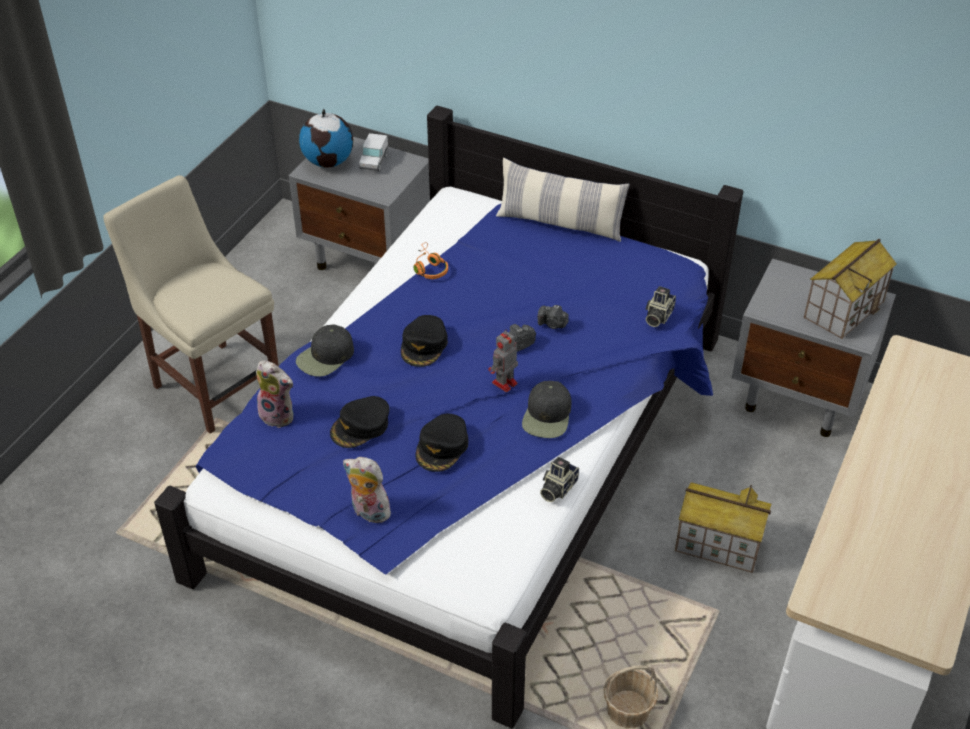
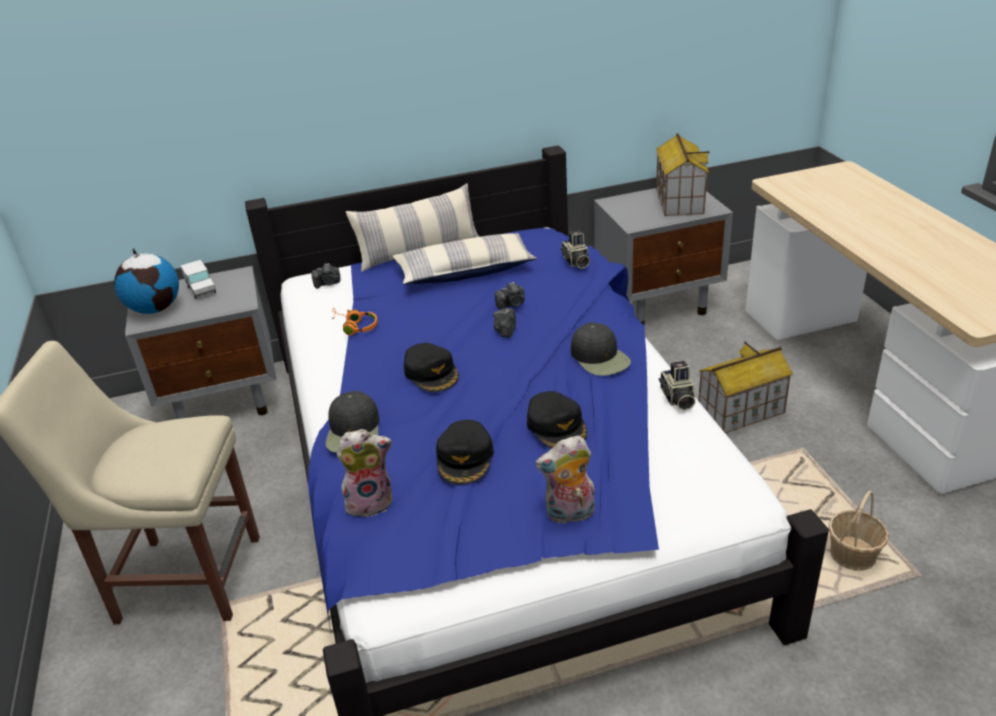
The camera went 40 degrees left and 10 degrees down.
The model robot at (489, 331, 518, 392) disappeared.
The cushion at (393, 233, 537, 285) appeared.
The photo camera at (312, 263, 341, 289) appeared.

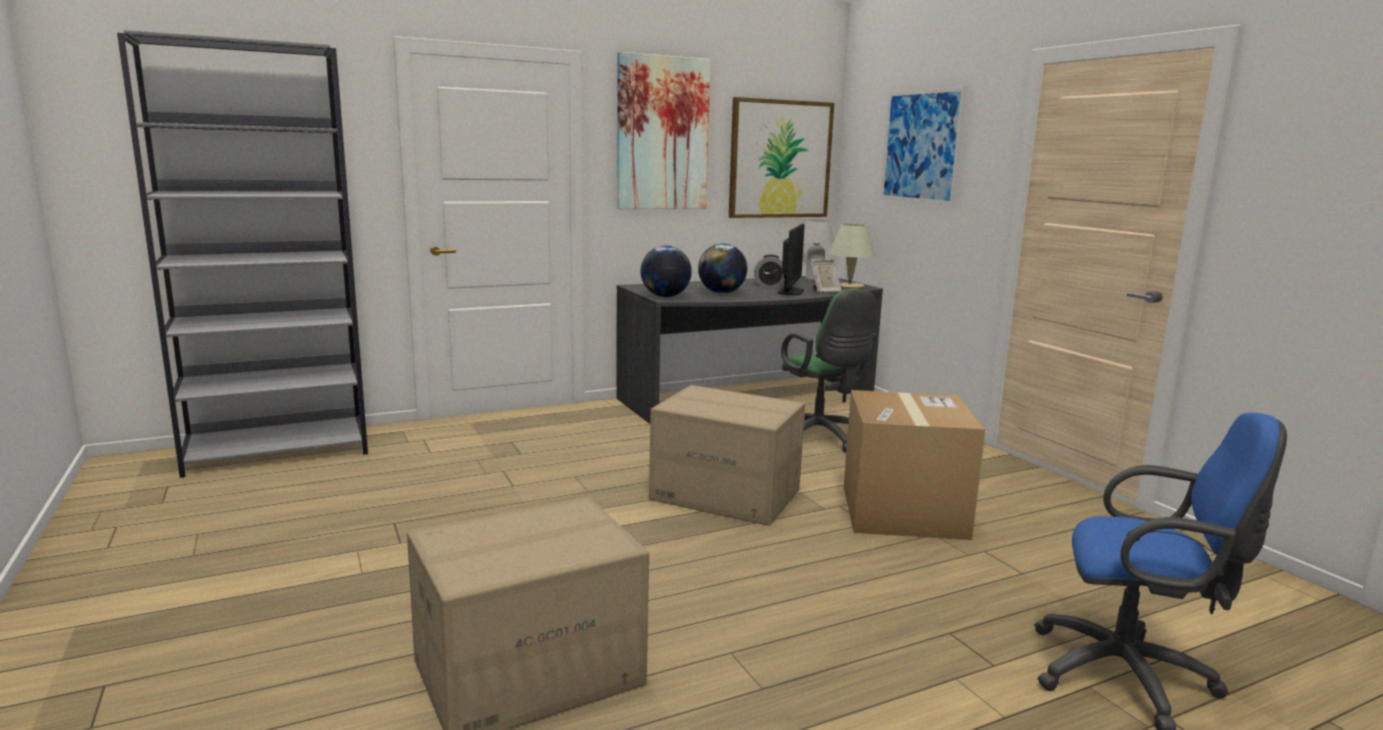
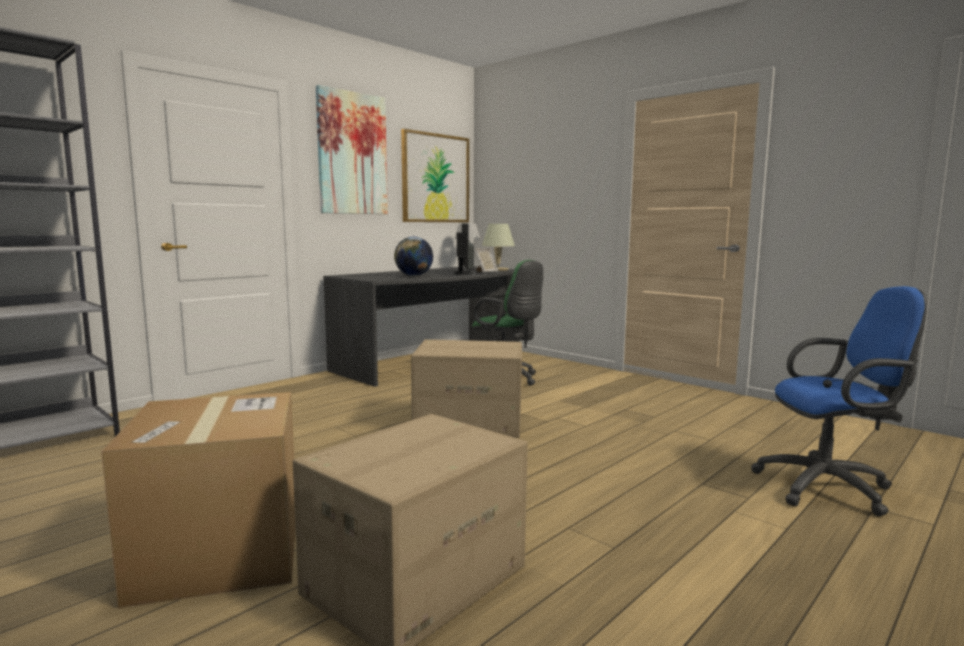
The camera went 20 degrees left and 5 degrees down.
The wall art at (880, 86, 967, 206) disappeared.
The globe at (641, 245, 692, 297) disappeared.
The bedside clock at (754, 255, 785, 287) disappeared.
The packing box moved from (844, 390, 986, 540) to (101, 392, 296, 608).

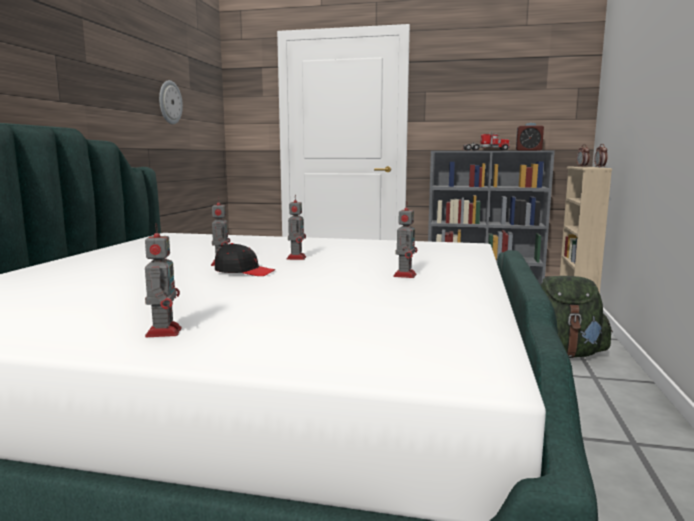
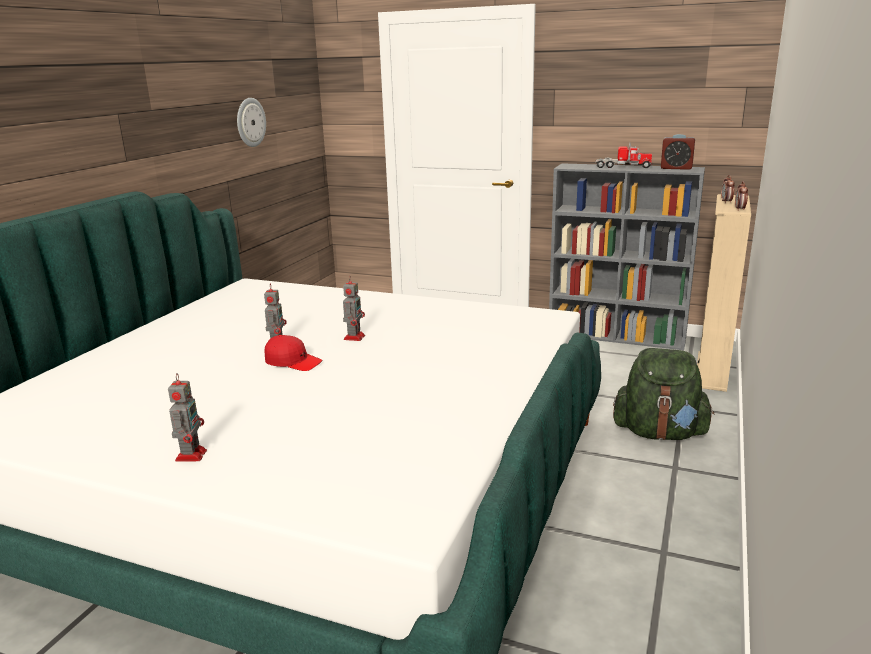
The camera went 10 degrees right and 10 degrees up.
The model robot at (393, 201, 417, 278) disappeared.
The black peaked cap at (215, 243, 275, 276) became the red-coloured peaked cap at (265, 335, 323, 371).

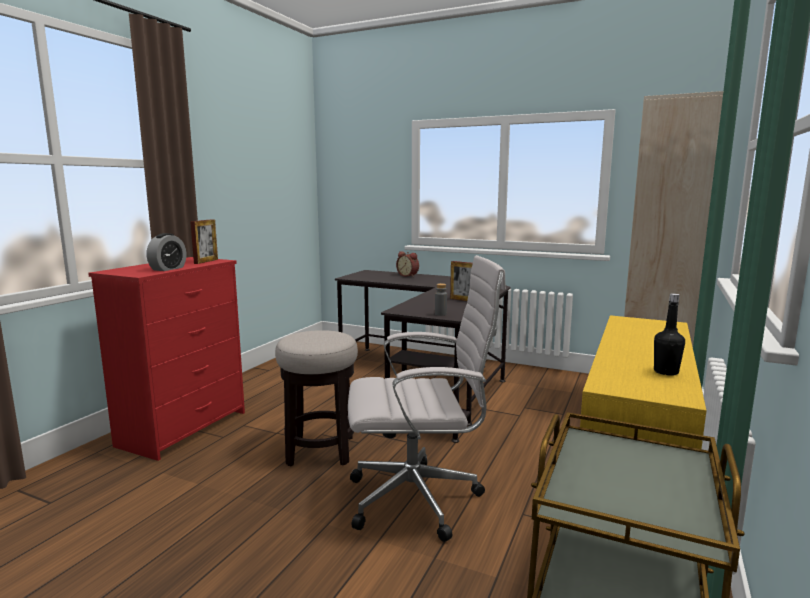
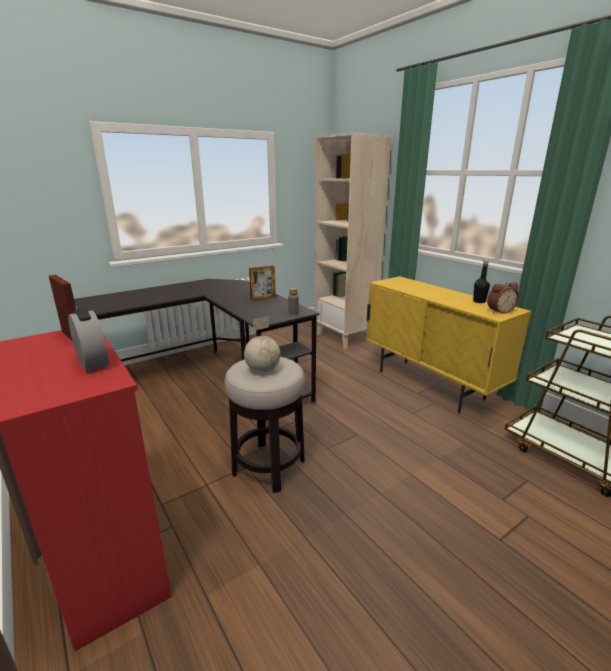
The camera went 60 degrees left and 10 degrees up.
The bedside clock moved from (396, 251, 419, 277) to (487, 282, 519, 314).
The whitish office chair at (348, 255, 506, 542) disappeared.
The globe at (244, 316, 280, 372) appeared.

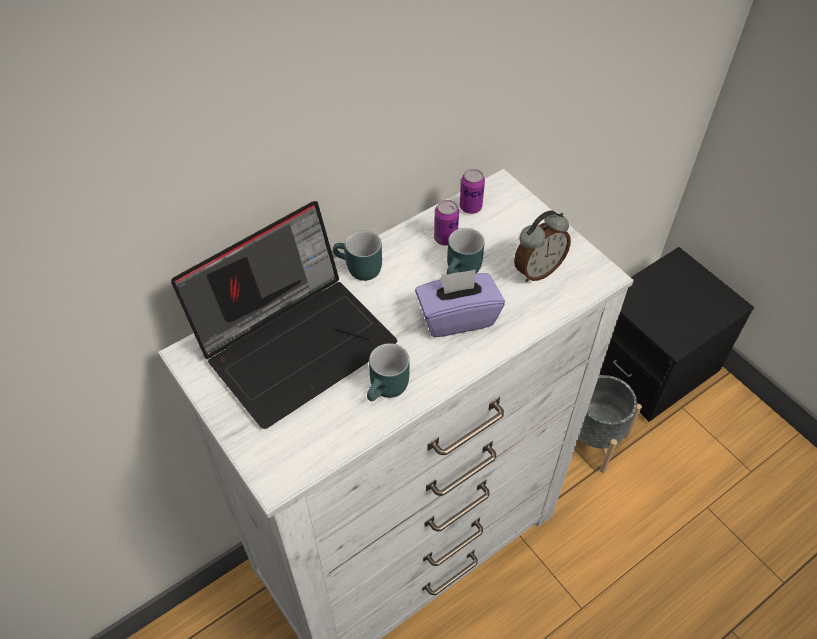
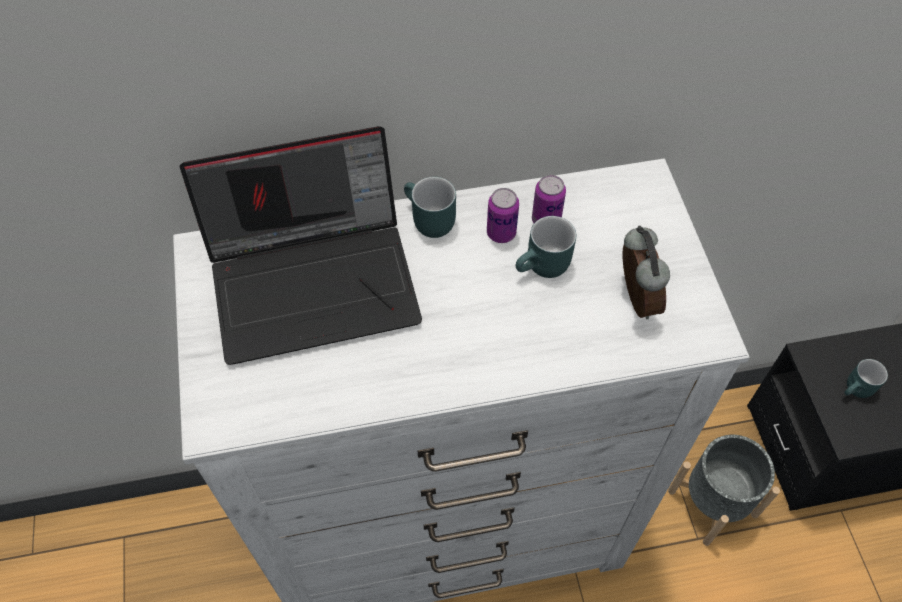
The camera went 25 degrees right and 5 degrees up.
The metal can moved from (460, 169, 485, 214) to (487, 188, 519, 243).
The bedside clock at (514, 210, 571, 282) turned 90 degrees counterclockwise.
The purple-coloured tissue holder at (415, 269, 505, 338) disappeared.
The turquoise tea mug moved from (367, 343, 410, 401) to (844, 359, 888, 398).

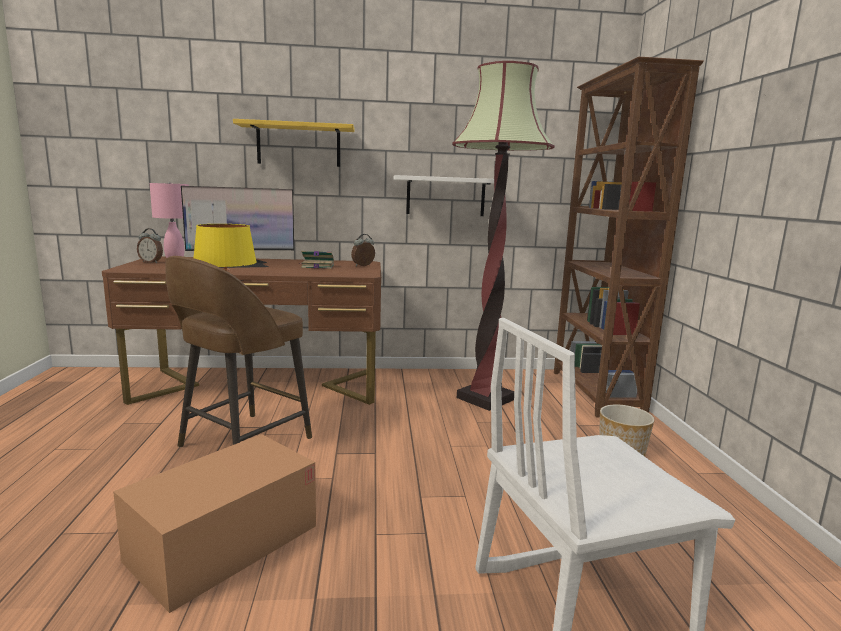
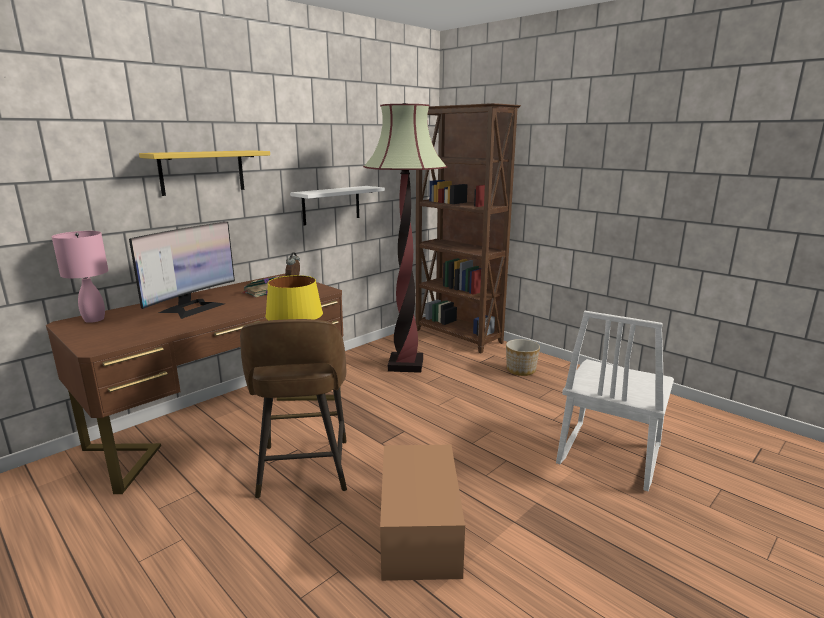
The camera went 40 degrees left and 5 degrees up.
The bedside clock at (137, 228, 163, 263) disappeared.

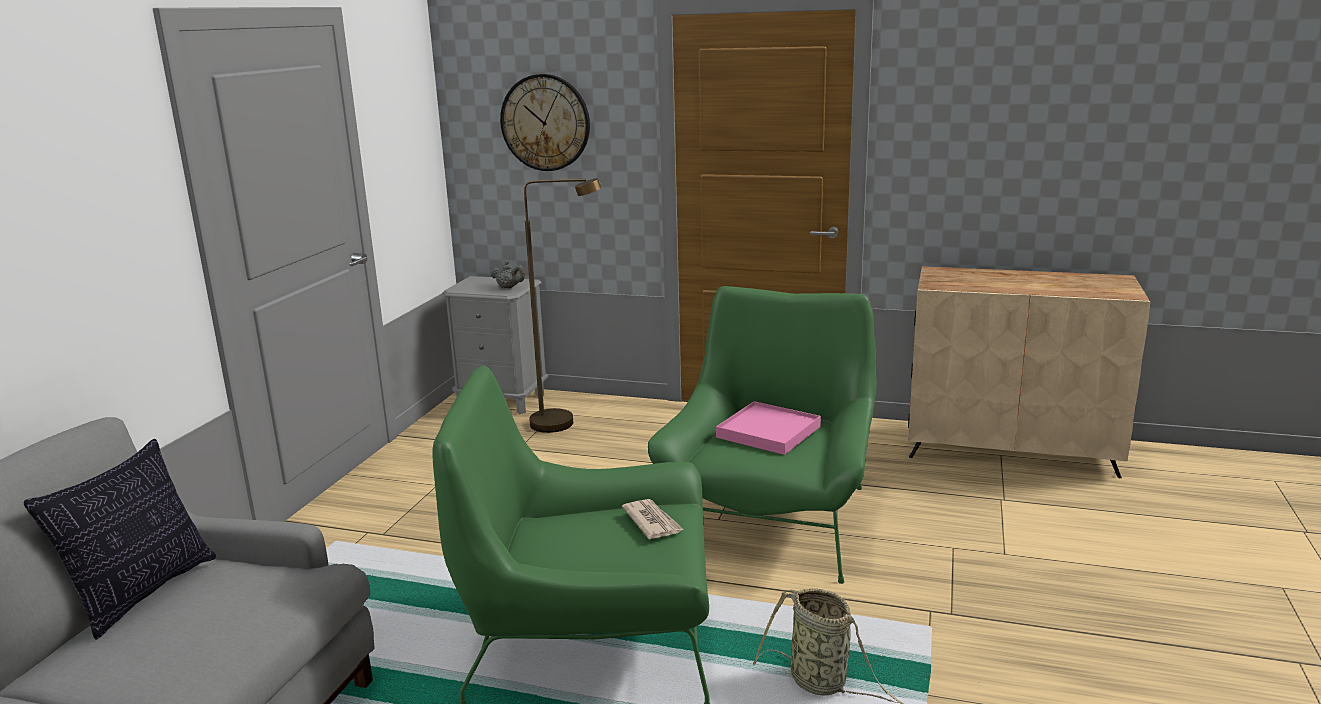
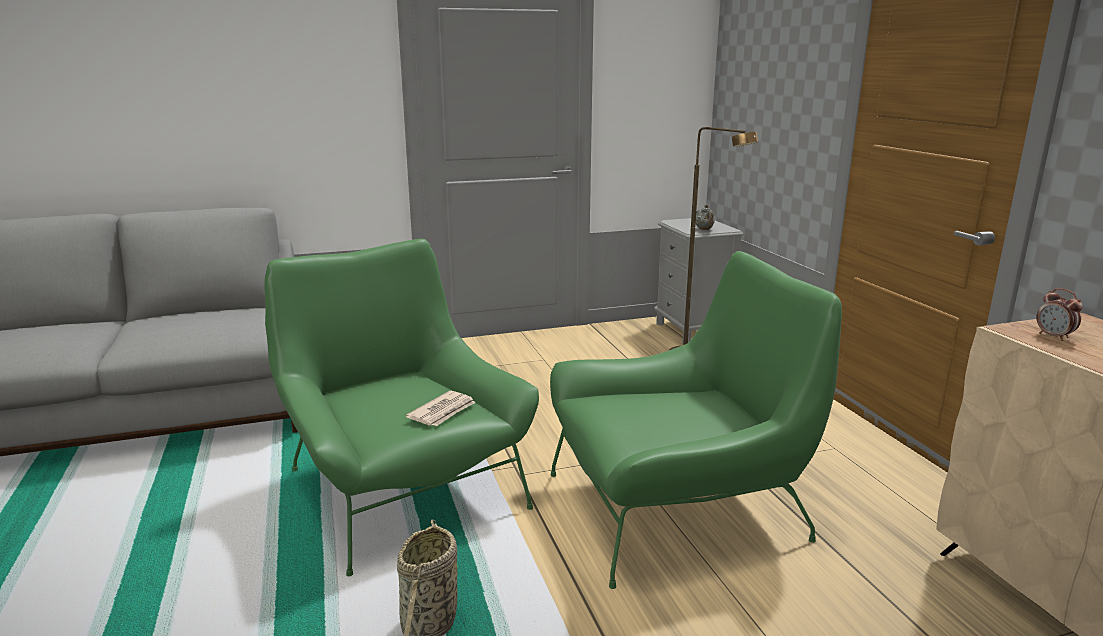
The camera went 55 degrees right and 0 degrees up.
The wall clock at (500, 74, 590, 171) disappeared.
The pink-coloured carrying tray at (716, 401, 821, 455) disappeared.
The cushion at (24, 439, 216, 639) disappeared.
The bedside clock at (1036, 288, 1083, 341) appeared.

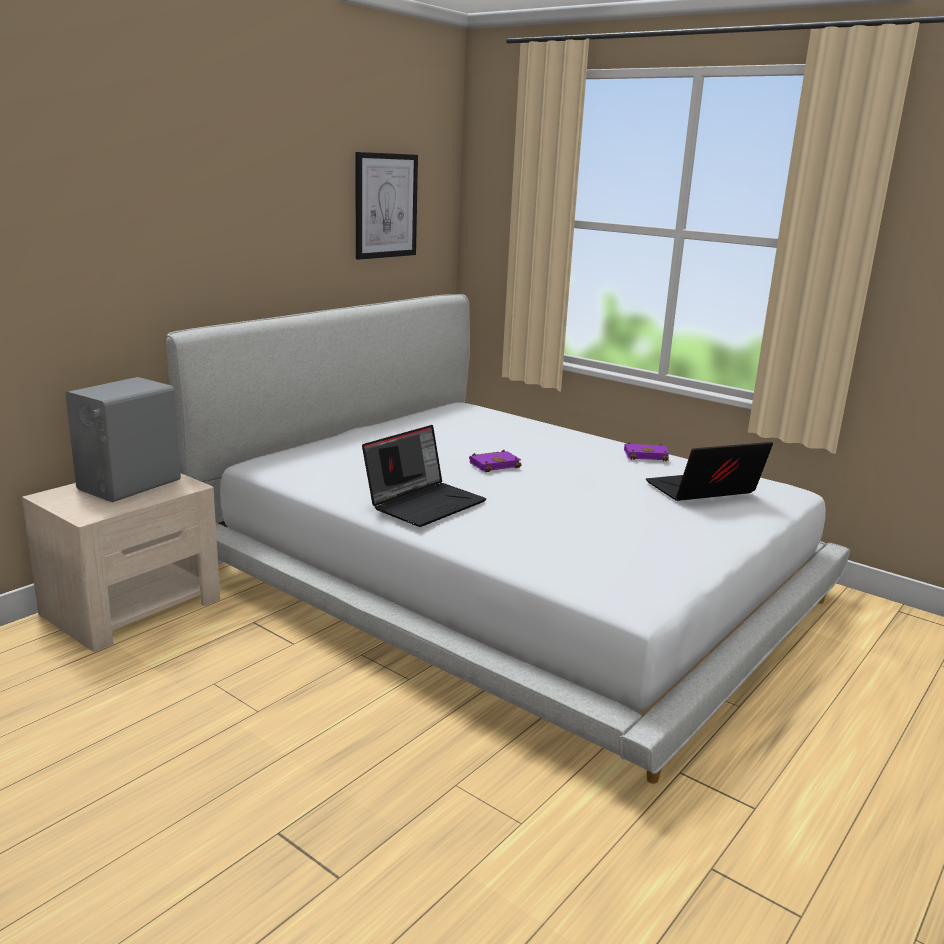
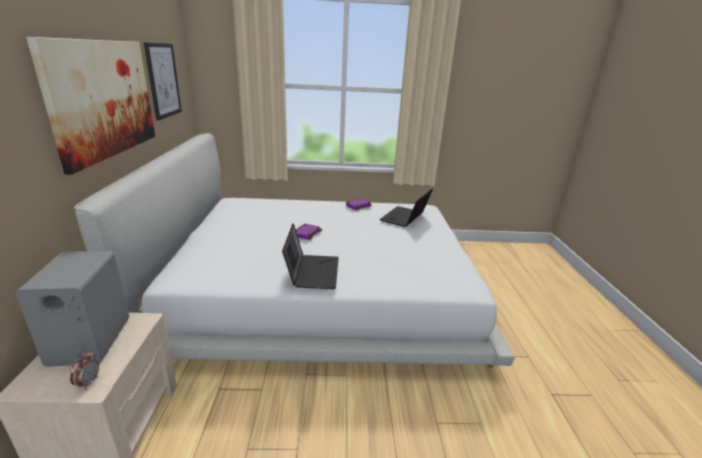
The camera went 40 degrees left and 5 degrees up.
The wall art at (26, 37, 155, 175) appeared.
The bedside clock at (70, 351, 99, 390) appeared.

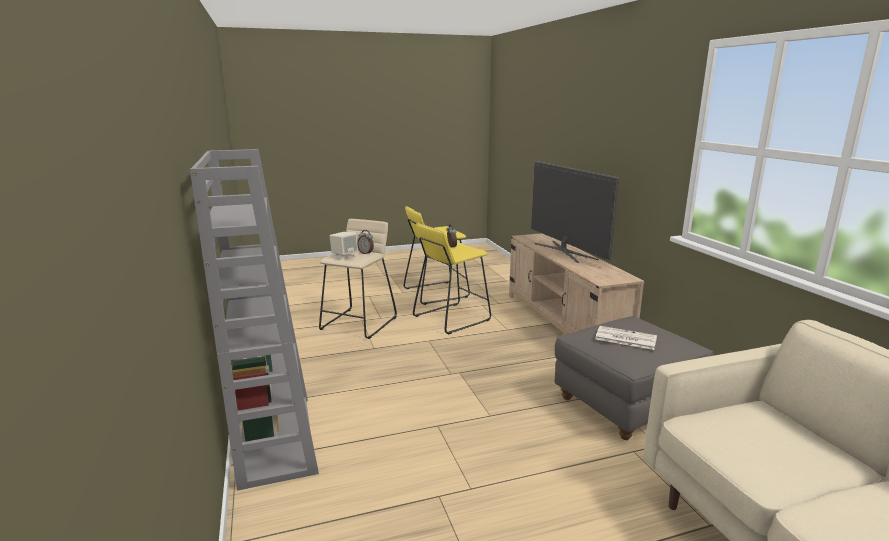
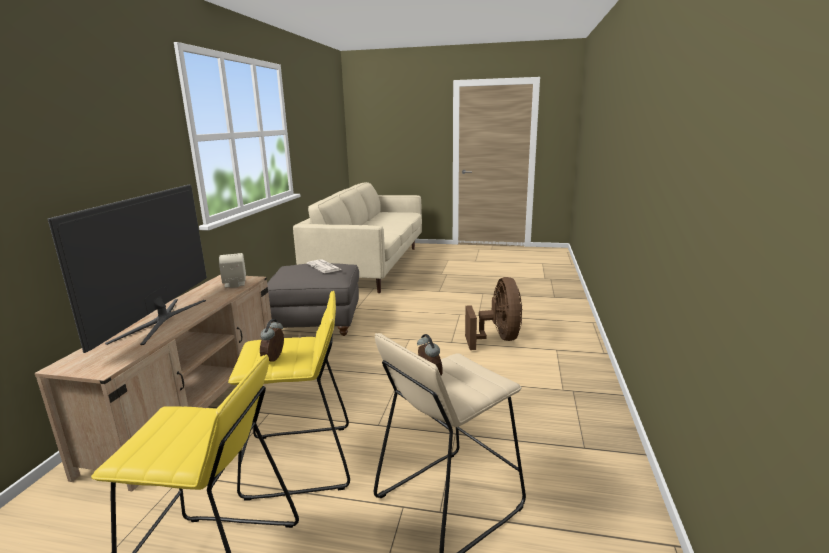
The camera went 150 degrees left and 0 degrees up.
The greyish bookshelf at (190, 149, 319, 491) disappeared.
The beige-coloured loudspeaker moved from (330, 232, 358, 260) to (219, 253, 246, 288).
The brown-coloured electric fan at (465, 277, 523, 350) appeared.

